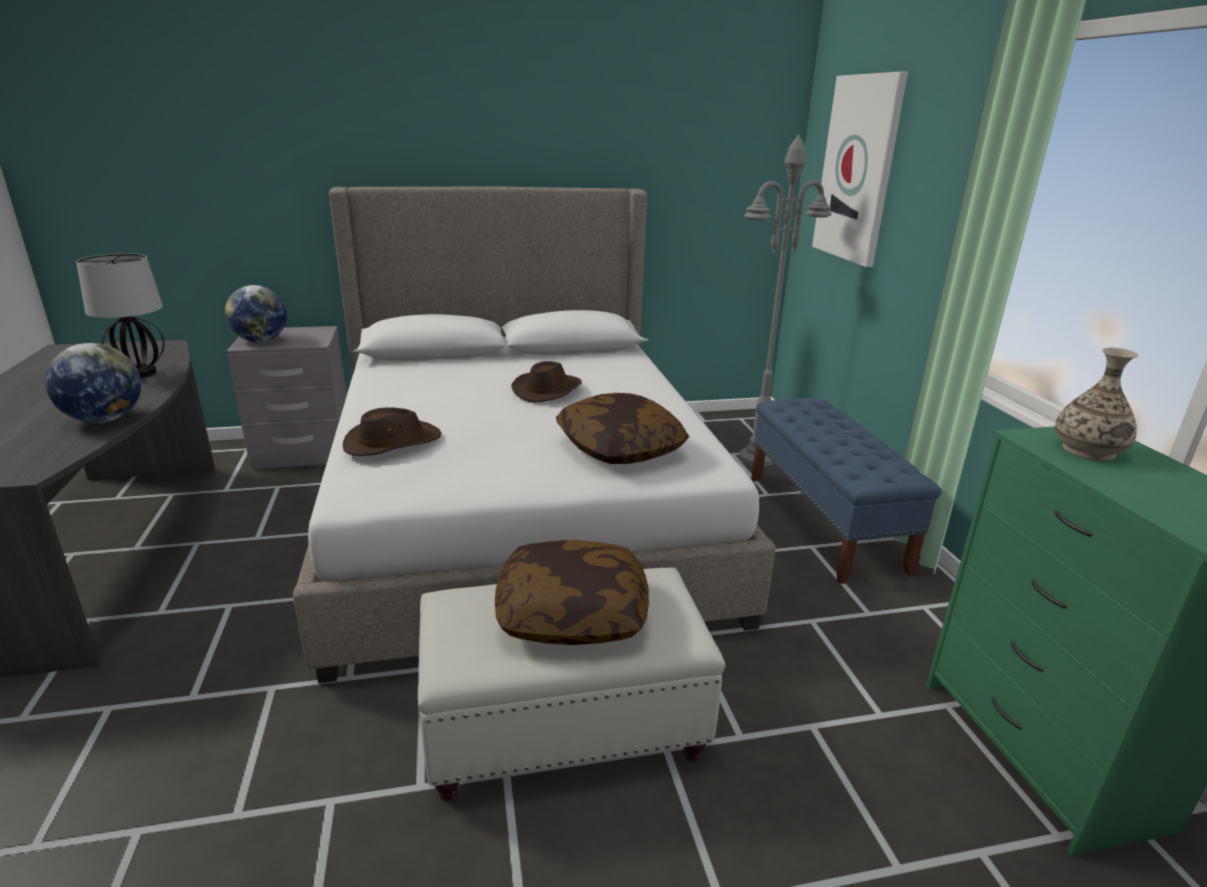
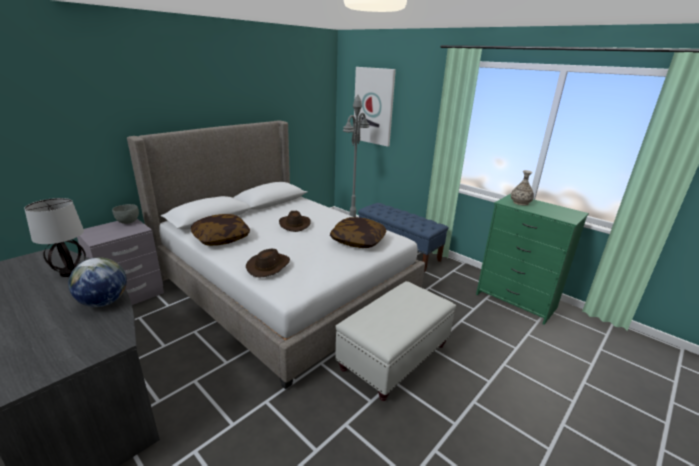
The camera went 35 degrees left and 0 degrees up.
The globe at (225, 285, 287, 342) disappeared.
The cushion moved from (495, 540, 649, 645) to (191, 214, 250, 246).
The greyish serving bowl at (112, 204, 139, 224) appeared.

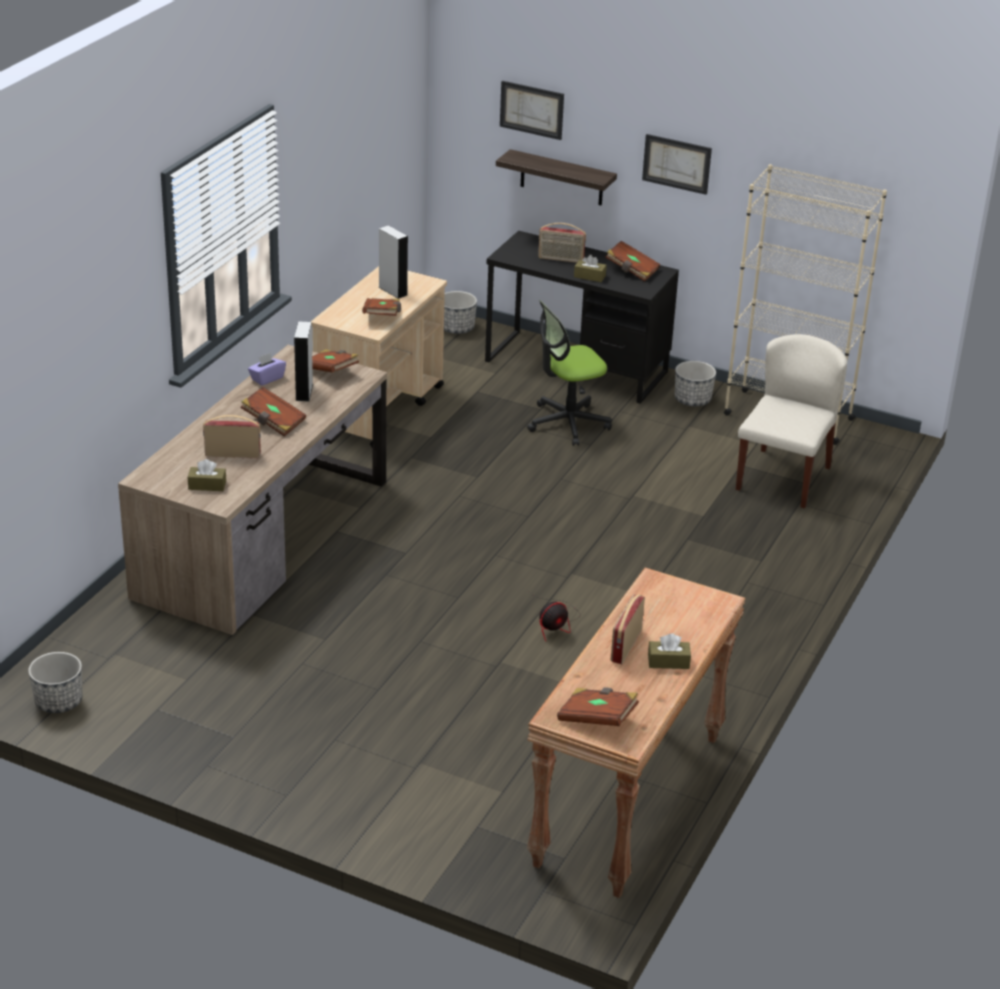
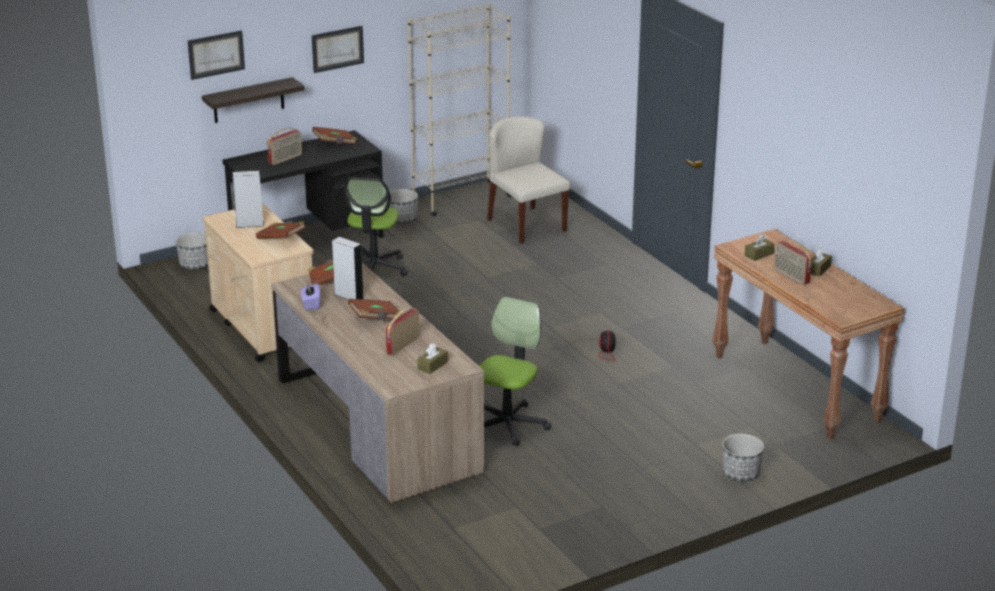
The camera went 55 degrees left and 5 degrees down.
The brown-coloured tissue holder moved from (574, 255, 607, 282) to (745, 234, 775, 261).
The planter moved from (28, 652, 82, 713) to (722, 434, 764, 481).
The brown-coloured volume at (557, 688, 639, 726) disappeared.
The office chair at (479, 297, 551, 446) appeared.

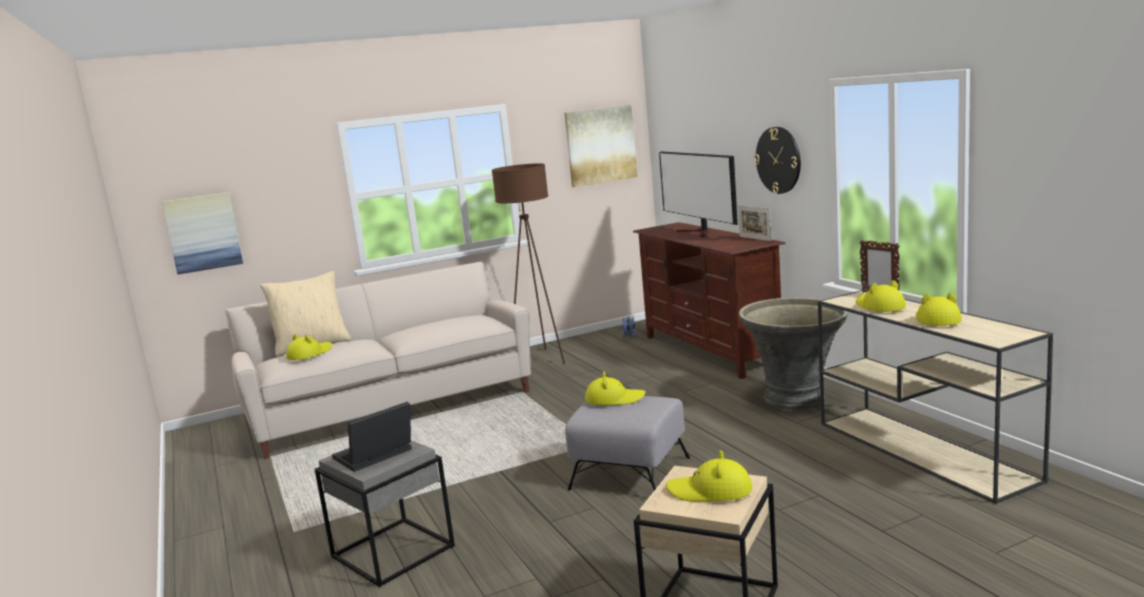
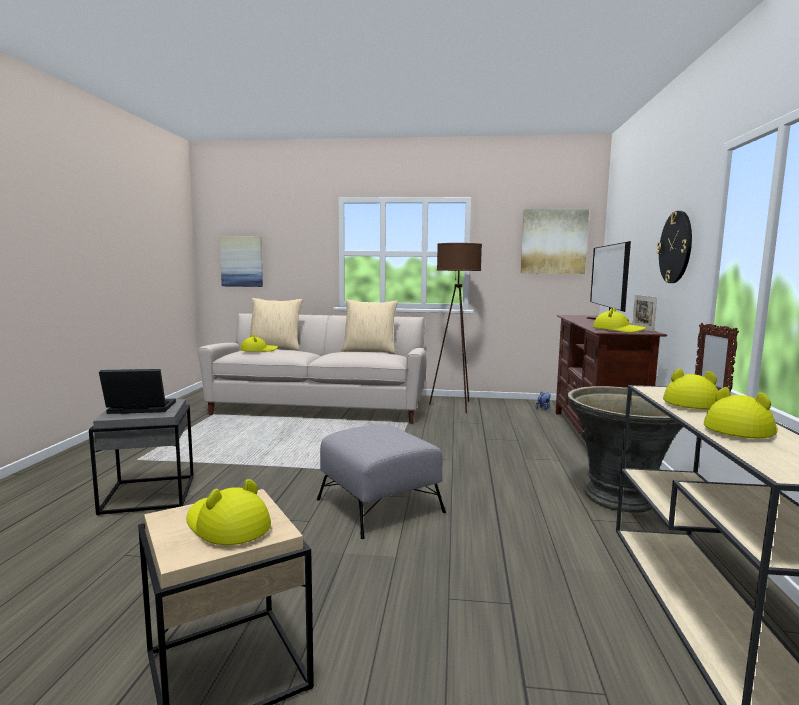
The camera went 30 degrees right and 5 degrees down.
The yellow clothing hat moved from (585, 371, 645, 405) to (593, 308, 646, 333).
The beige-coloured cushion at (341, 300, 398, 353) appeared.

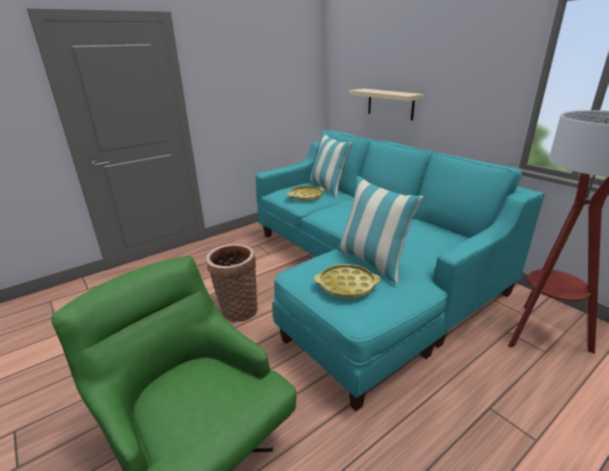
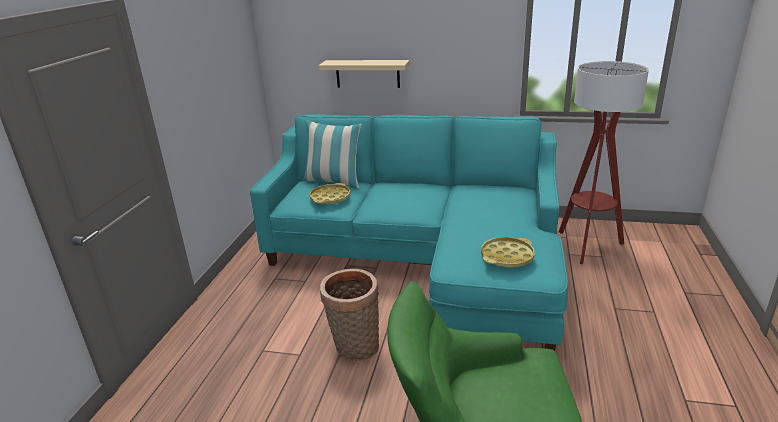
The camera went 40 degrees left and 0 degrees up.
The cushion at (337, 176, 424, 284) disappeared.

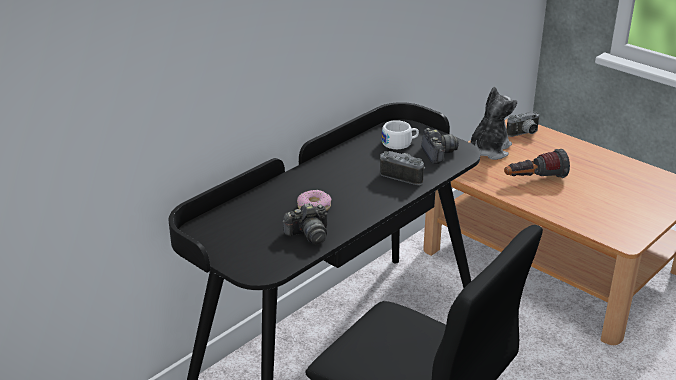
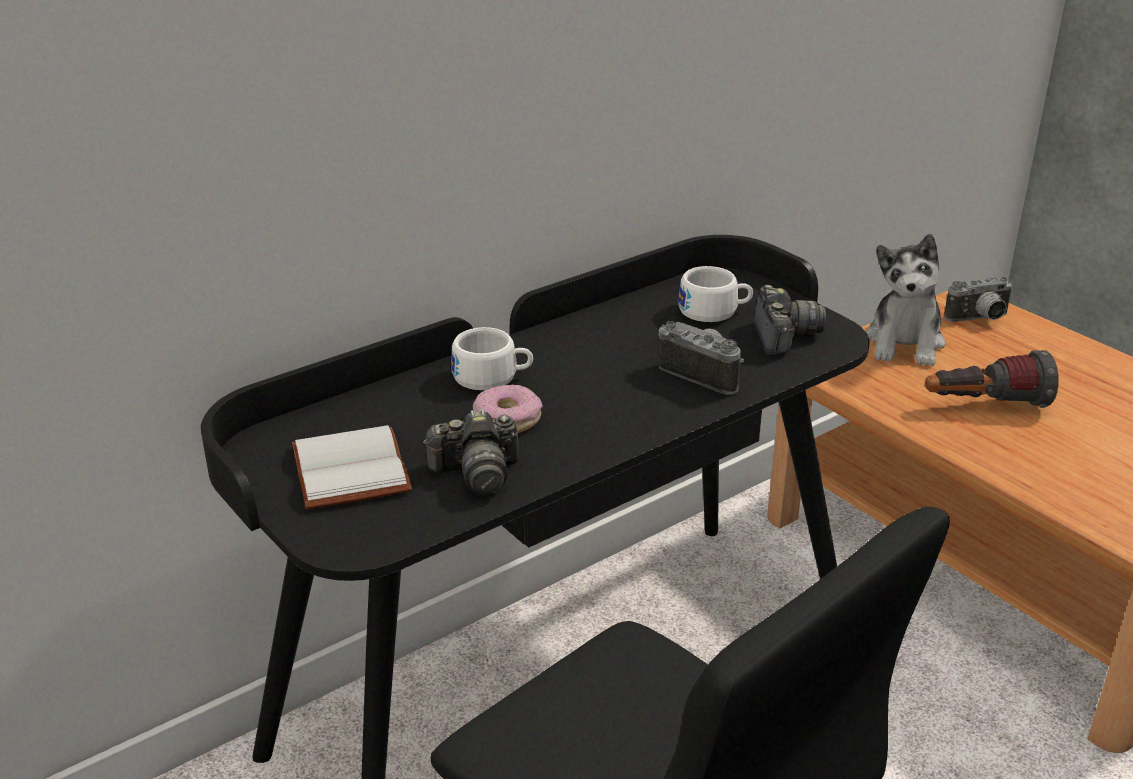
The camera went 10 degrees right and 0 degrees up.
The soft toy at (471, 87, 517, 160) turned 150 degrees clockwise.
The whitish drinking cup at (451, 327, 533, 390) appeared.
The whitish volume at (292, 425, 412, 509) appeared.

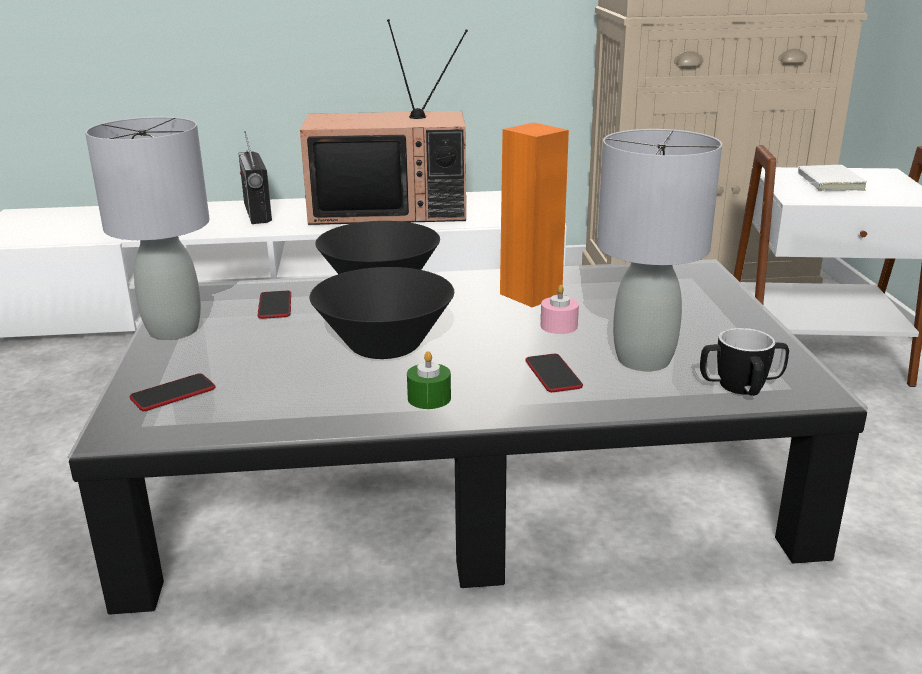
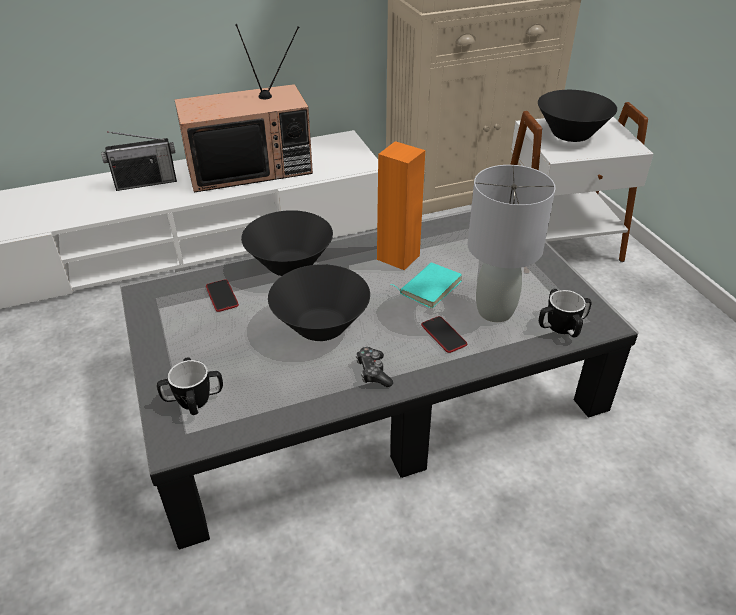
The camera went 15 degrees left and 15 degrees up.
The greyish table lamp at (85, 117, 210, 340) disappeared.
The radio at (238, 131, 272, 224) turned 75 degrees counterclockwise.
The whitish volume at (798, 165, 867, 191) was replaced by the black serving bowl at (538, 90, 617, 142).
The pink-coloured candle at (541, 285, 579, 334) was replaced by the turquoise volume at (390, 262, 462, 308).
The green-coloured candle at (407, 351, 451, 409) was replaced by the joypad at (356, 347, 393, 387).
The handset at (130, 373, 215, 411) was replaced by the tea mug at (157, 357, 223, 415).

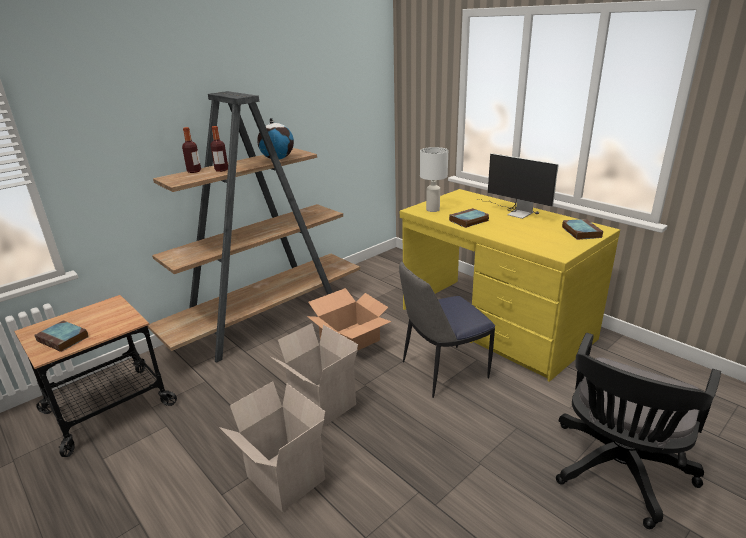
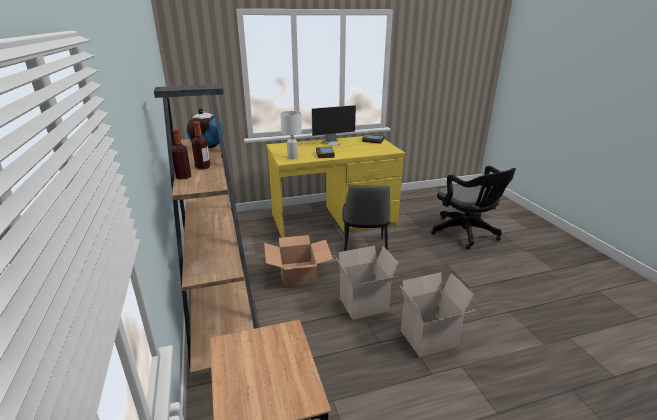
The camera went 65 degrees left and 0 degrees up.
The volume at (34, 320, 89, 352) disappeared.

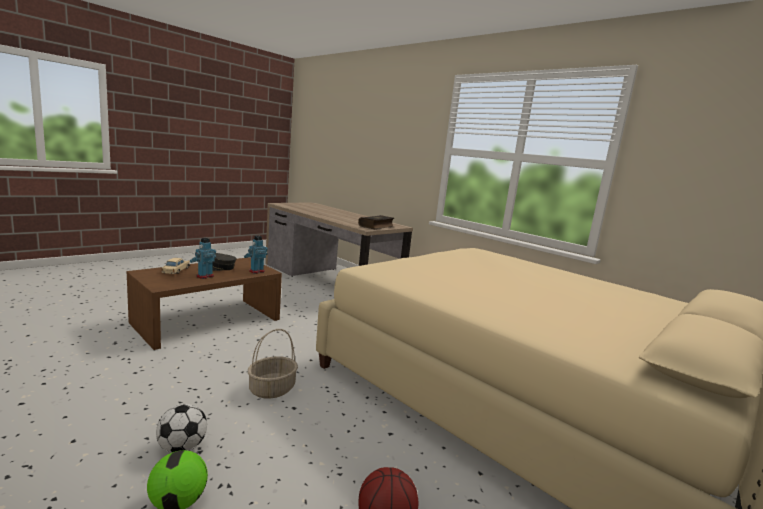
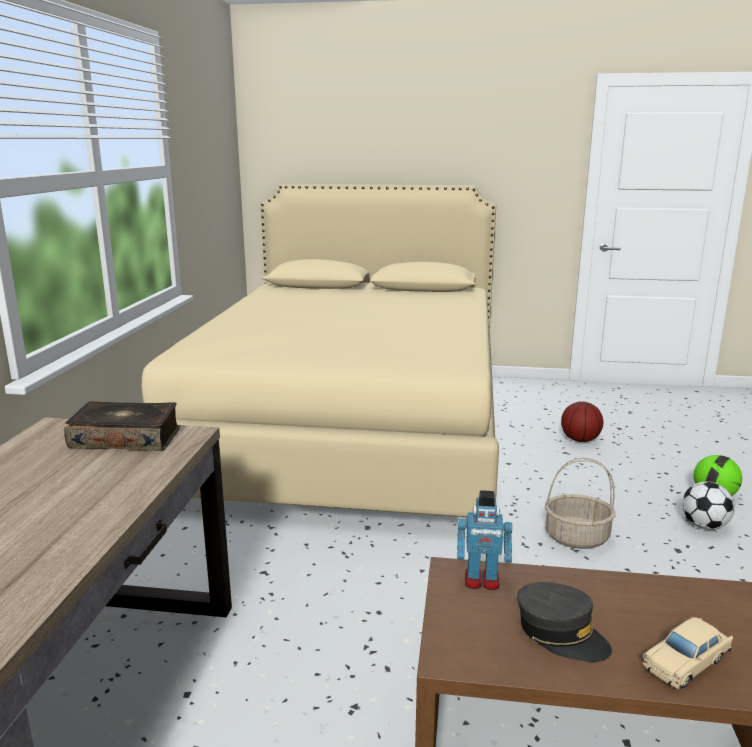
The camera went 125 degrees left and 5 degrees up.
The model robot at (190, 238, 216, 279) disappeared.

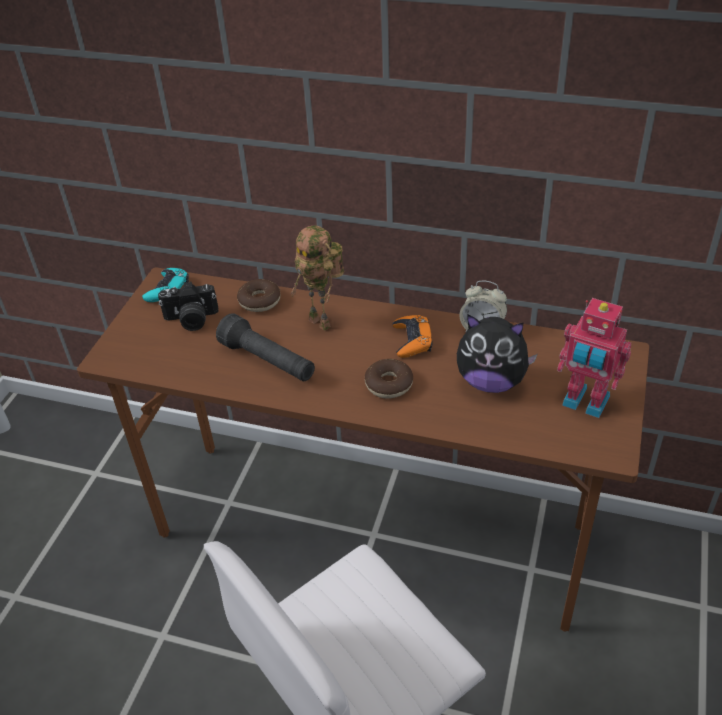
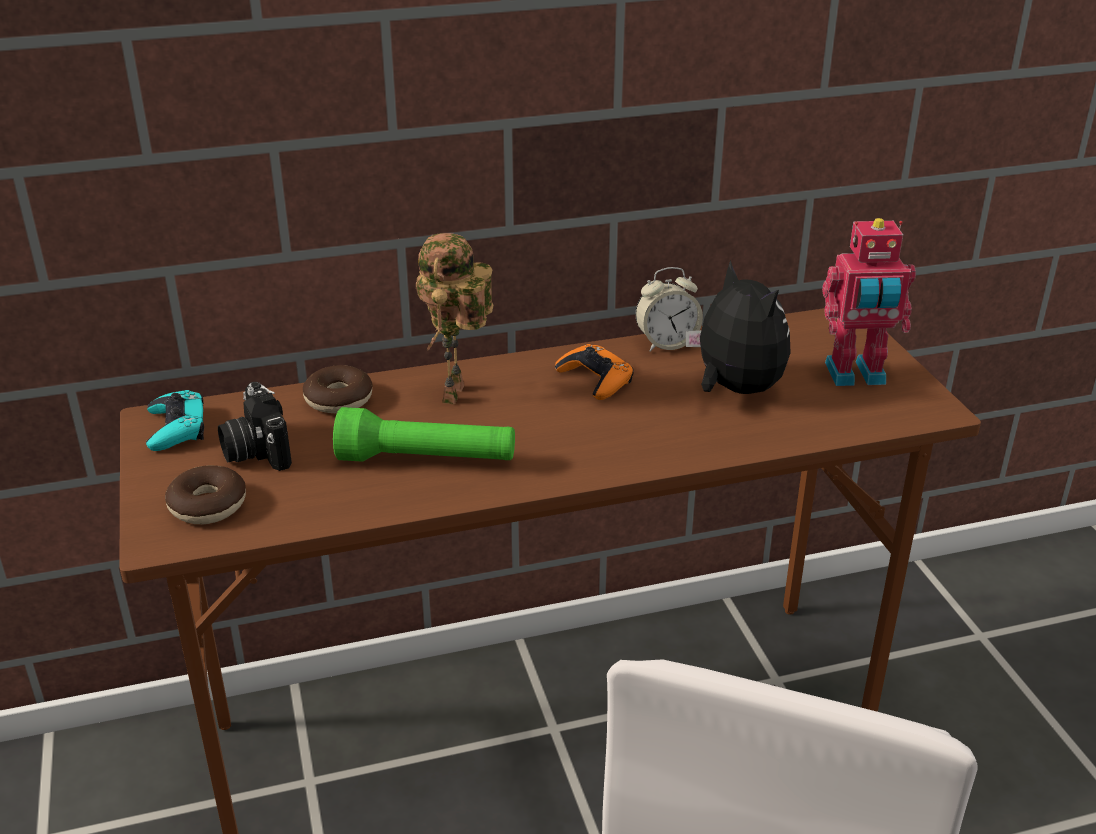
The camera went 35 degrees left and 10 degrees down.
The model robot at (291, 226, 344, 331) turned 90 degrees clockwise.
The photo camera at (158, 281, 218, 331) turned 105 degrees clockwise.
The black torch at (216, 313, 315, 381) became the green-coloured torch at (333, 407, 515, 462).
The soft toy at (457, 314, 538, 393) turned 105 degrees counterclockwise.
The ring doughnut moved from (365, 359, 413, 398) to (165, 465, 246, 524).

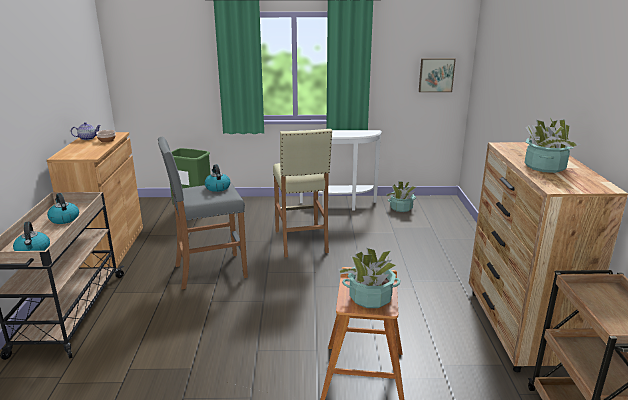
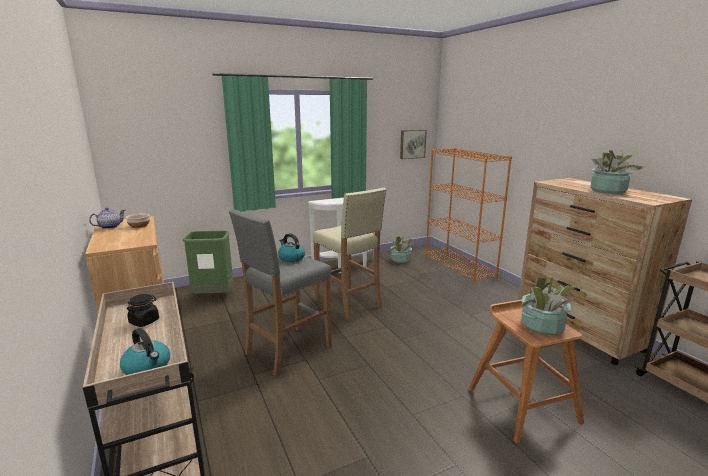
The camera went 25 degrees left and 5 degrees down.
The kettle at (47, 193, 79, 224) was replaced by the black jar at (127, 294, 159, 327).
The orange bookshelf at (425, 148, 512, 285) appeared.

